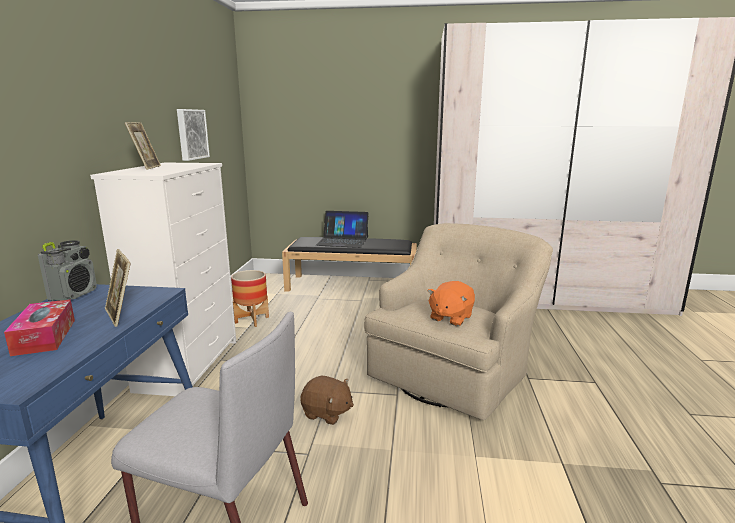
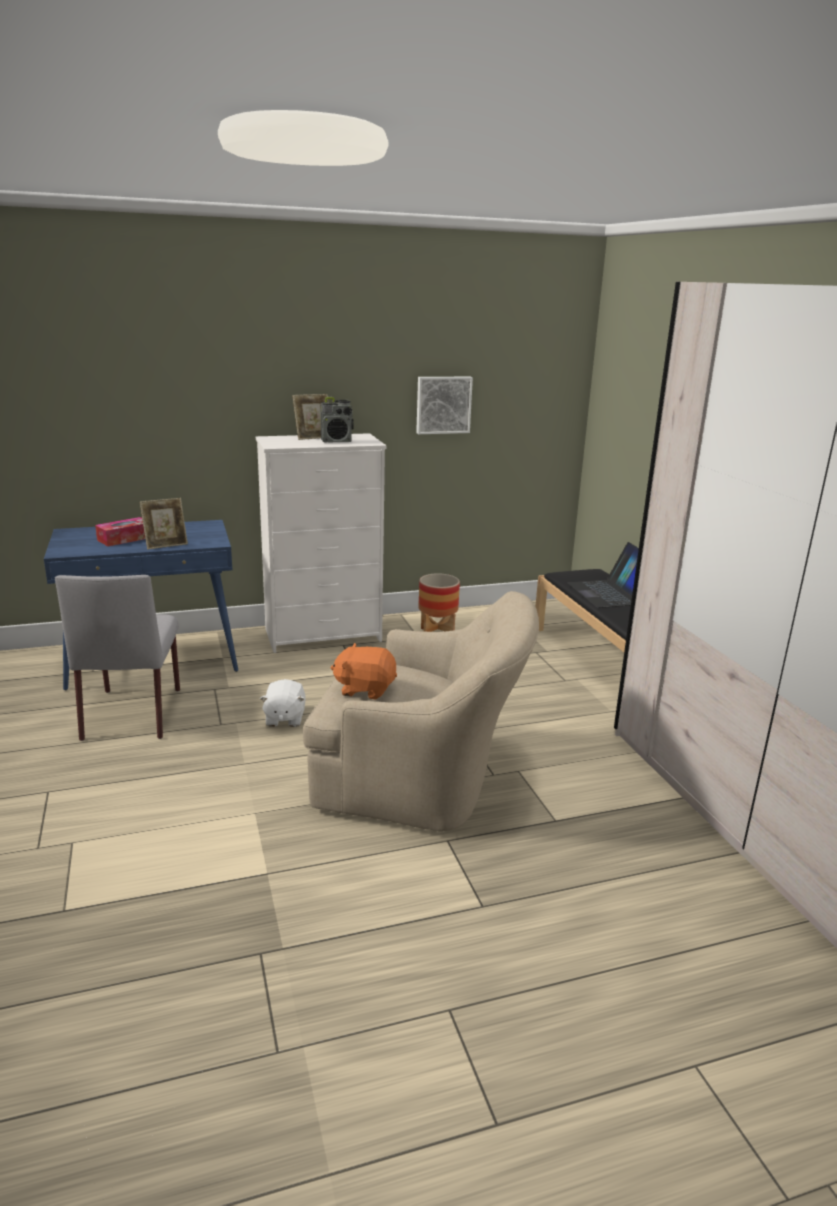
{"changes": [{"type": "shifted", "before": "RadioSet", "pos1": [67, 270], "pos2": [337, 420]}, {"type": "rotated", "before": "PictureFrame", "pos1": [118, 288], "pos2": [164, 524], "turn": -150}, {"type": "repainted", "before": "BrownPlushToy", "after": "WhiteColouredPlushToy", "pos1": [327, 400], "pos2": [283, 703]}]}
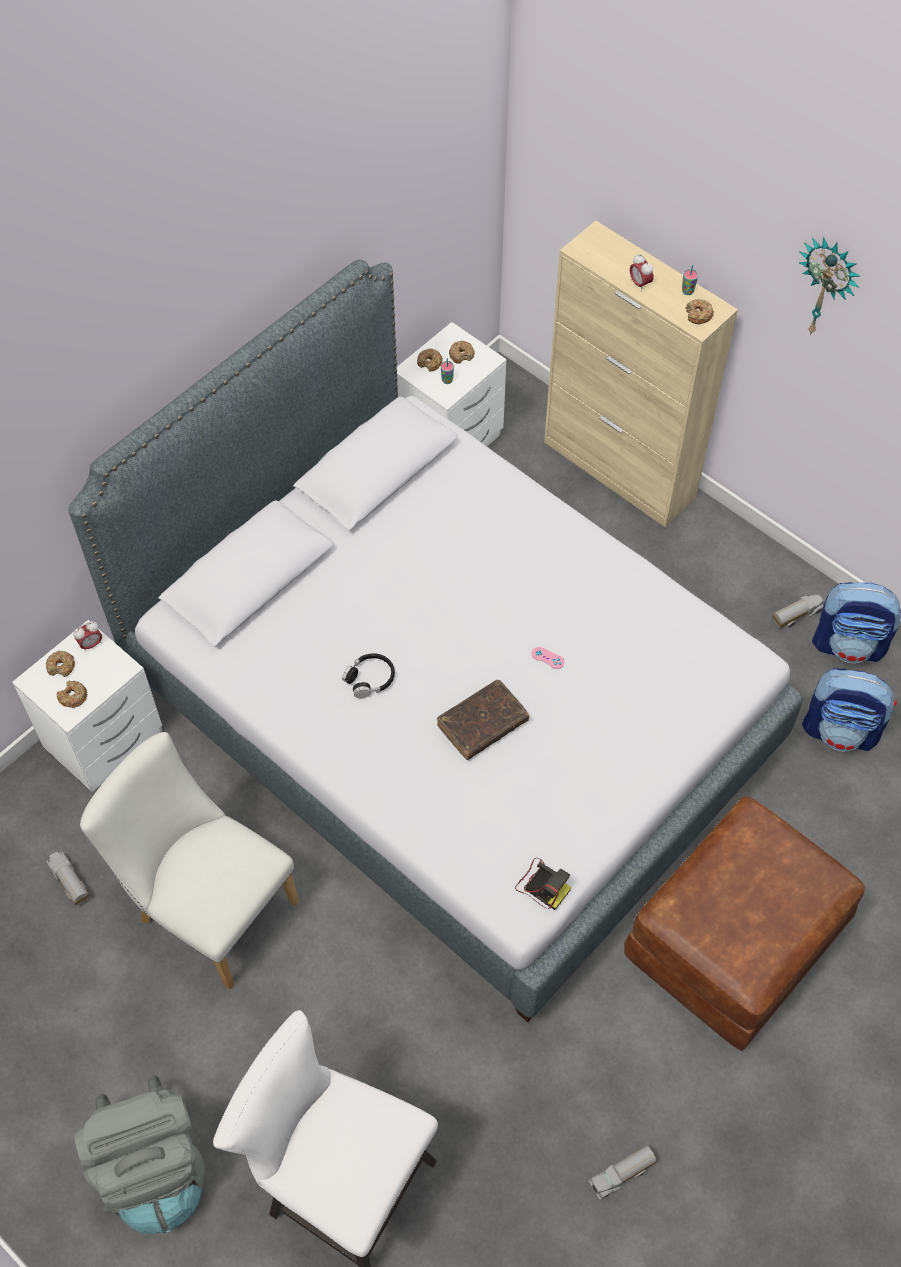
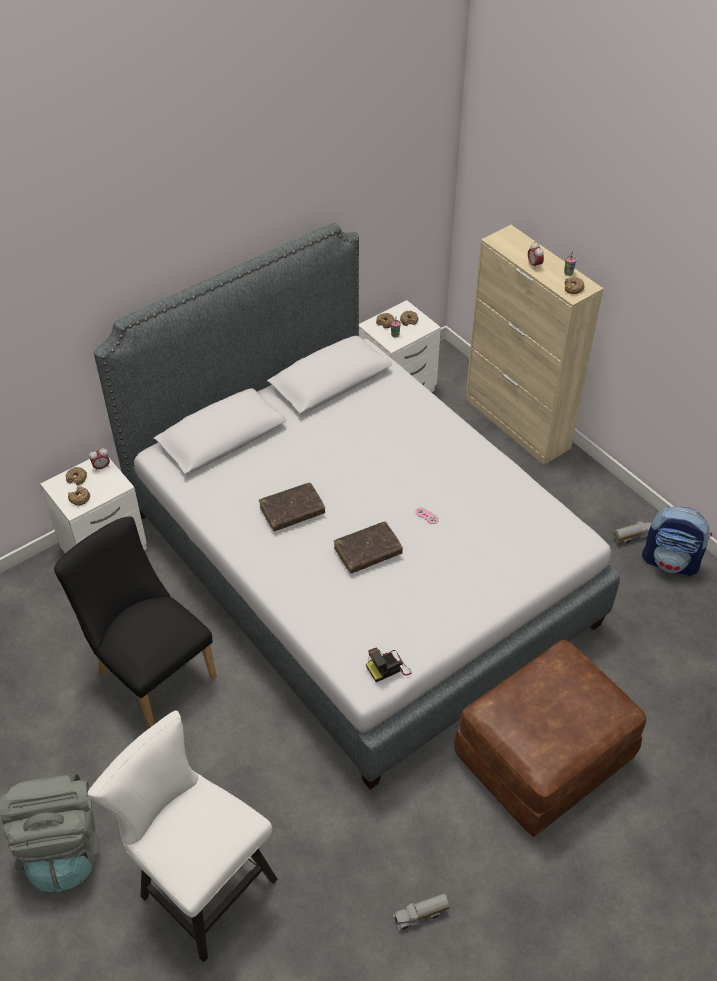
{"changes": [{"type": "gone", "before": "ClockOnTheWall", "pos1": [829, 286]}, {"type": "swapped", "before": "BlackishPairOfHeadphones", "after": "BrownBook", "pos1": [368, 675], "pos2": [292, 507]}, {"type": "gone", "before": "Rucksack", "pos1": [849, 709]}, {"type": "repainted", "before": "WhiteColouredChair", "after": "BlackishChair", "pos1": [189, 861], "pos2": [135, 622]}, {"type": "gone", "before": "ToyTruck", "pos1": [68, 878]}, {"type": "rotated", "before": "StillCamera", "pos1": [543, 884], "pos2": [389, 665], "turn": 105}]}
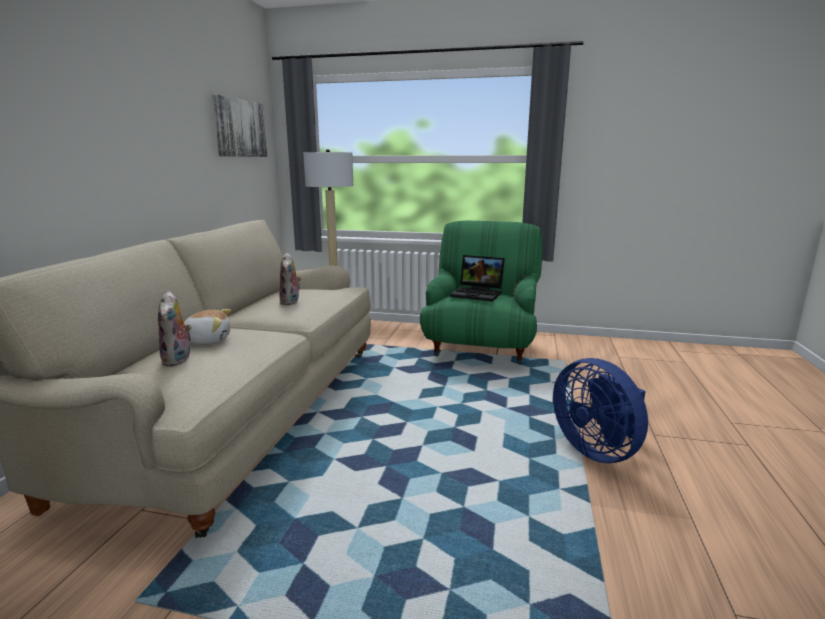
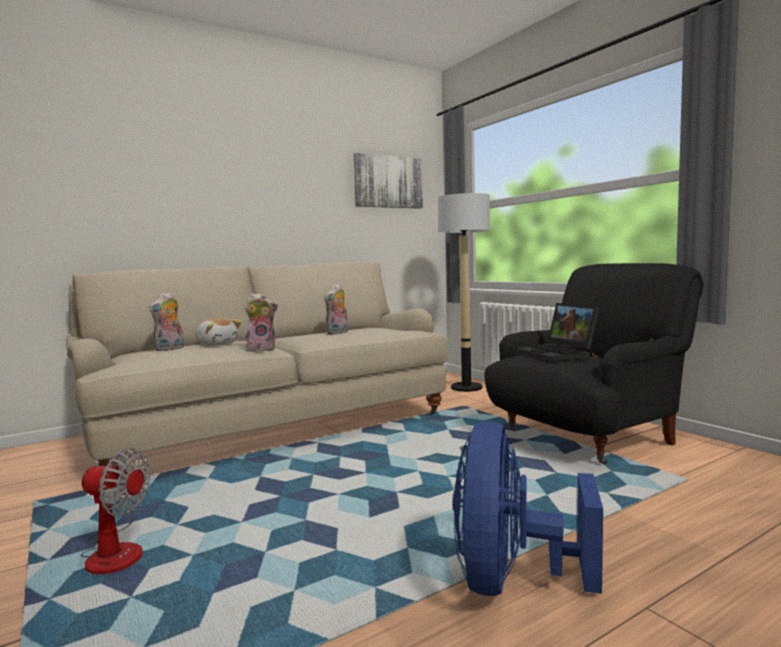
{"changes": [{"type": "repainted", "before": "GreenColouredLoungeChair", "after": "BlackishLoungeChair", "pos1": [481, 293], "pos2": [594, 363]}, {"type": "new", "after": "PlushToy", "pos2": [261, 322]}, {"type": "new", "after": "ElectricFan", "pos2": [115, 511]}]}
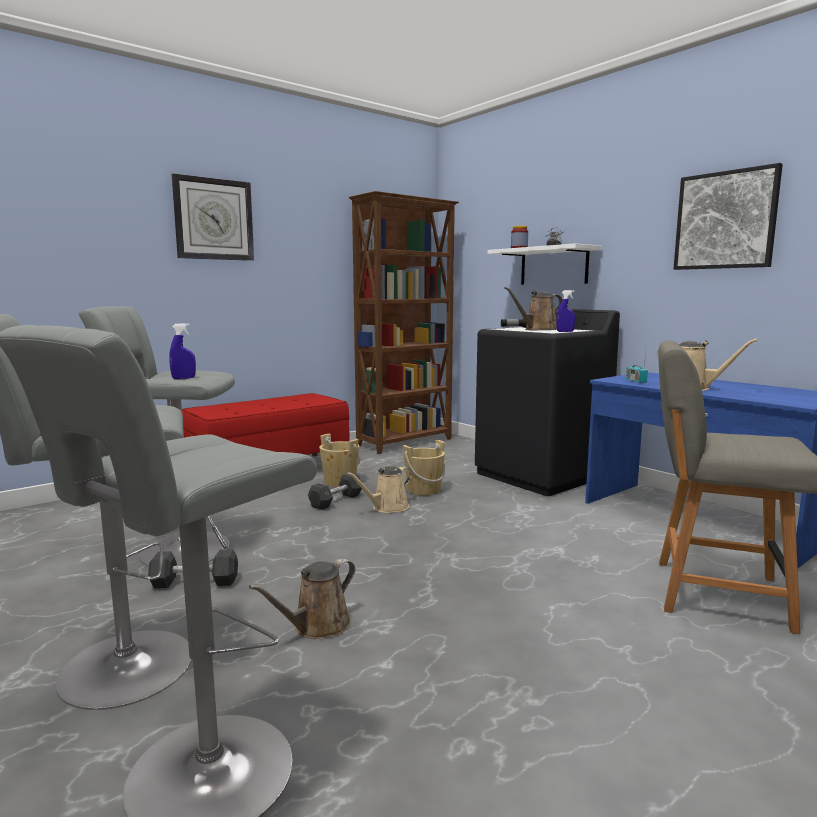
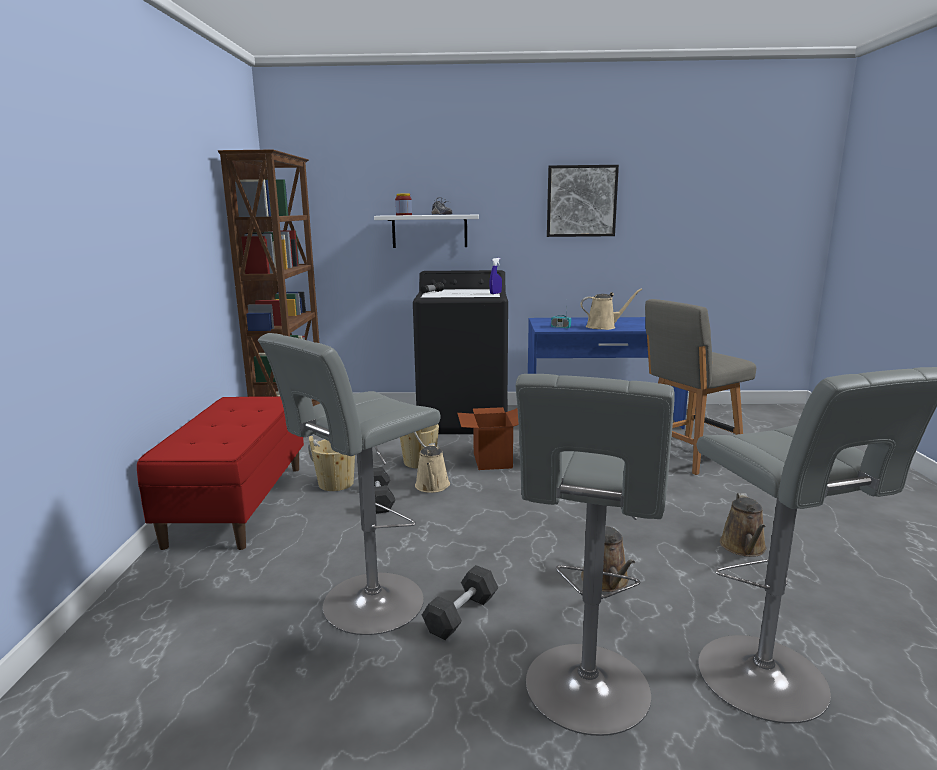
{"changes": [{"type": "gone", "before": "ClockOnTheWall", "pos1": [213, 217]}, {"type": "shifted", "before": "BrownWateringPot", "pos1": [533, 308], "pos2": [743, 525]}, {"type": "gone", "before": "BluishSprayer", "pos1": [182, 351]}, {"type": "new", "after": "CardboardBox", "pos2": [488, 438]}]}
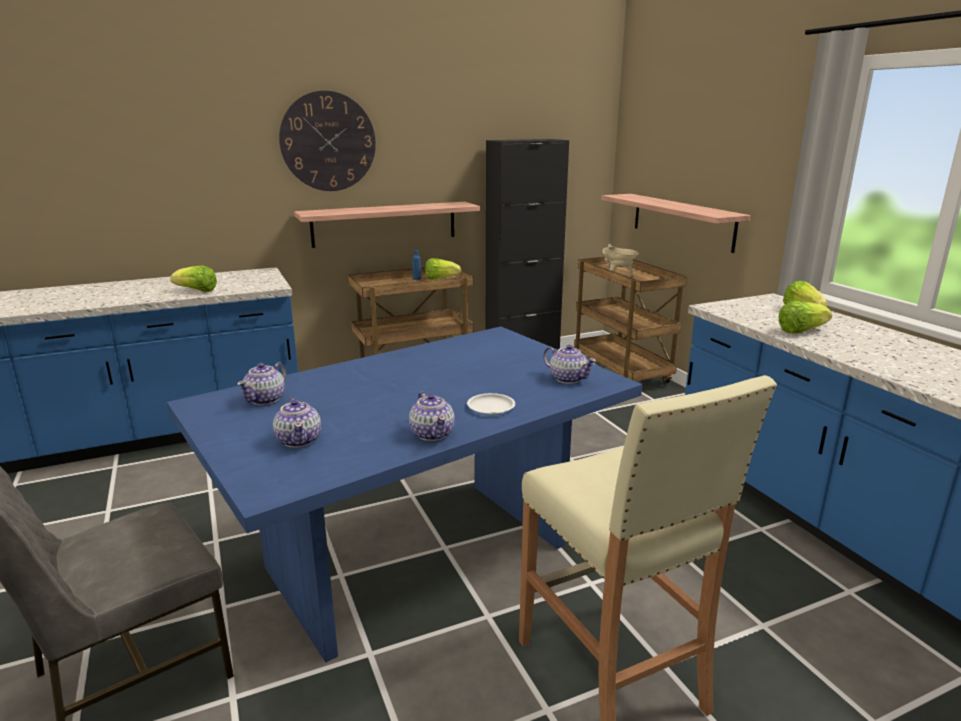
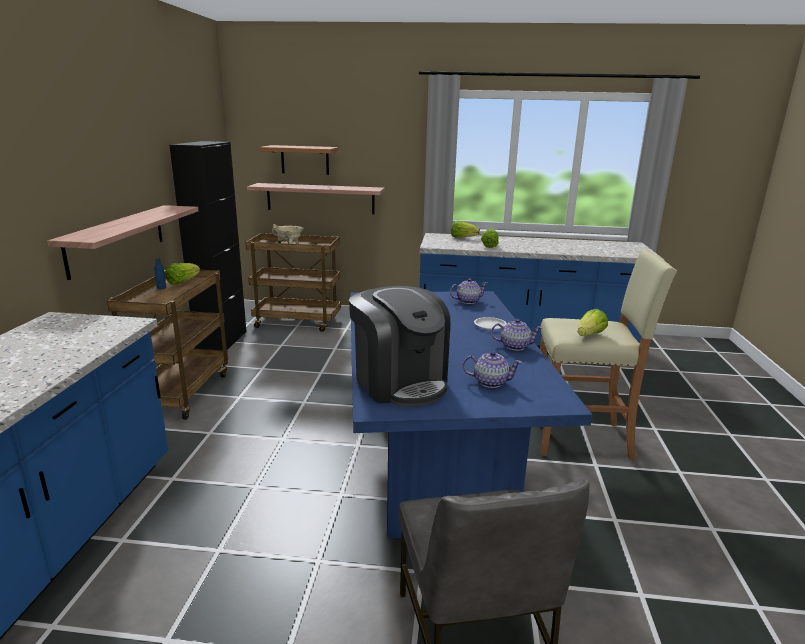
{"changes": [{"type": "gone", "before": "ClockOnTheWall", "pos1": [327, 140]}, {"type": "shifted", "before": "LettuceHead", "pos1": [193, 278], "pos2": [593, 322]}, {"type": "swapped", "before": "PotForTea", "after": "CoffeeMachine", "pos1": [261, 383], "pos2": [400, 346]}, {"type": "new", "after": "BracketShelf", "pos2": [298, 160]}]}
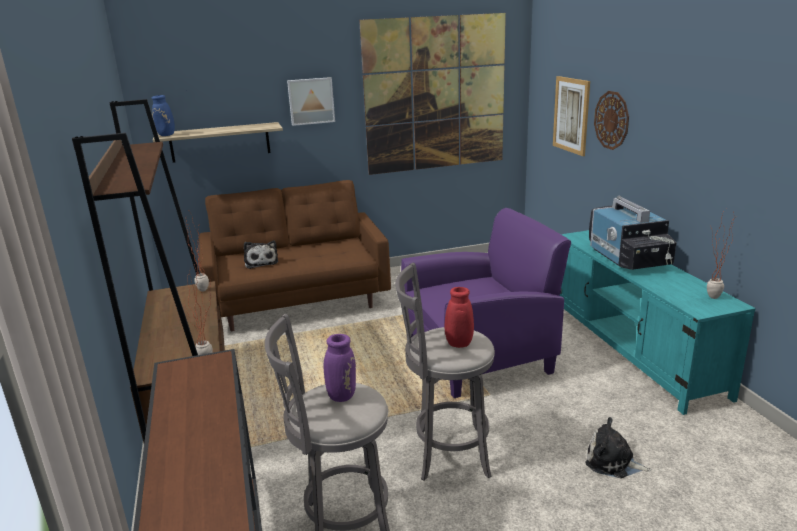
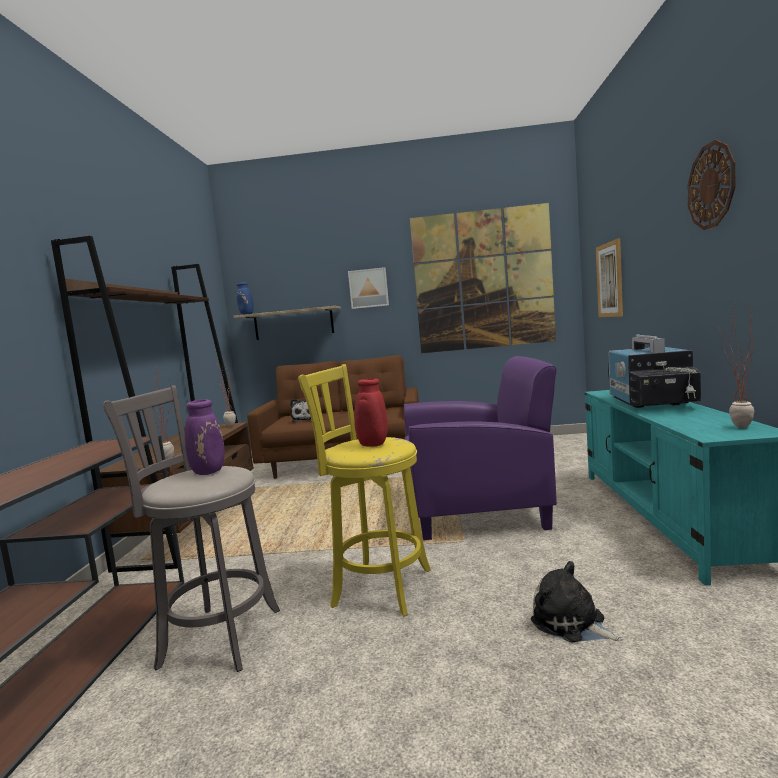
{"changes": [{"type": "shifted", "before": "ClockOnTheWall", "pos1": [611, 120], "pos2": [711, 185]}, {"type": "repainted", "before": "GreyishSittingStool", "after": "YellowishSittingStool", "pos1": [445, 372], "pos2": [364, 490]}]}
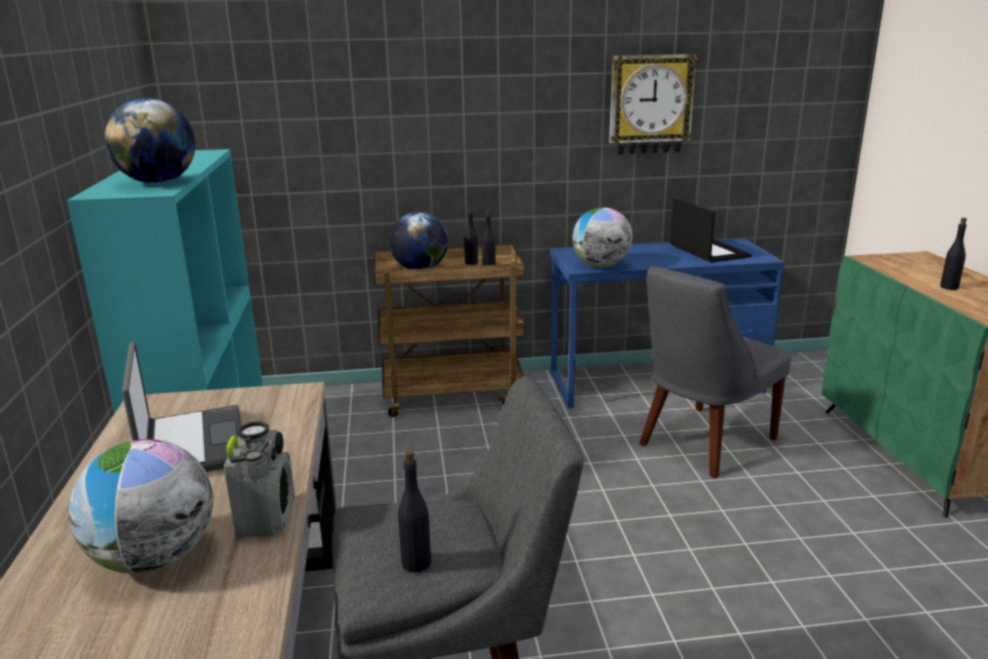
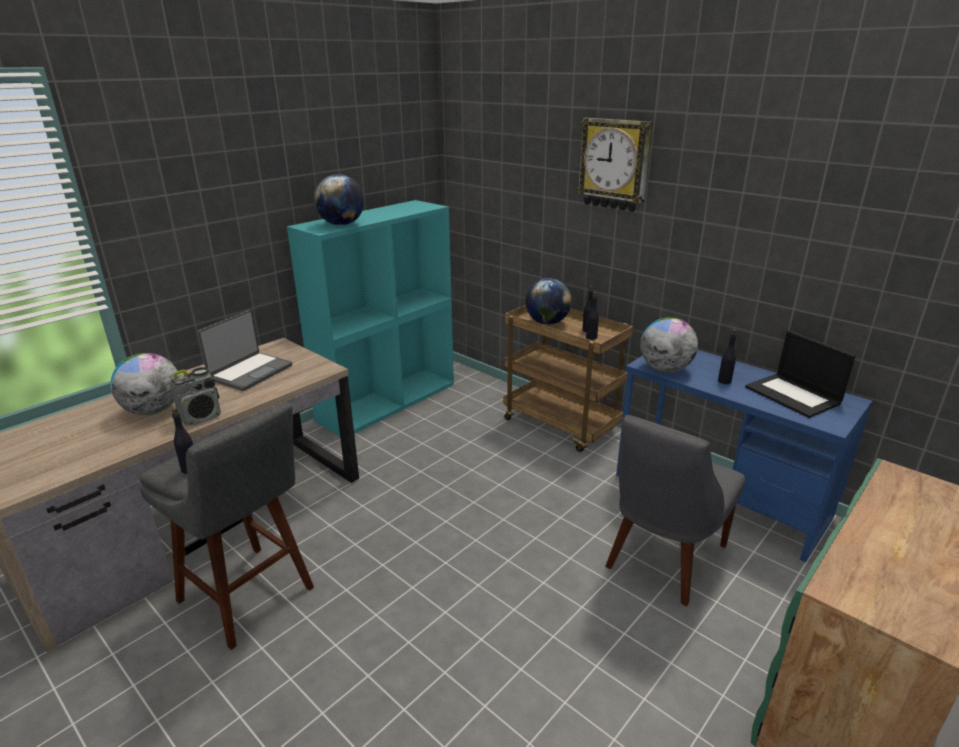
{"changes": [{"type": "shifted", "before": "ClockOnTheWall", "pos1": [653, 104], "pos2": [615, 165]}, {"type": "rotated", "before": "Laptop", "pos1": [711, 230], "pos2": [800, 374], "turn": 120}, {"type": "shifted", "before": "BlackishBeverageBottle", "pos1": [953, 254], "pos2": [727, 356]}, {"type": "rotated", "before": "GreyishChair", "pos1": [715, 372], "pos2": [675, 510], "turn": -60}]}
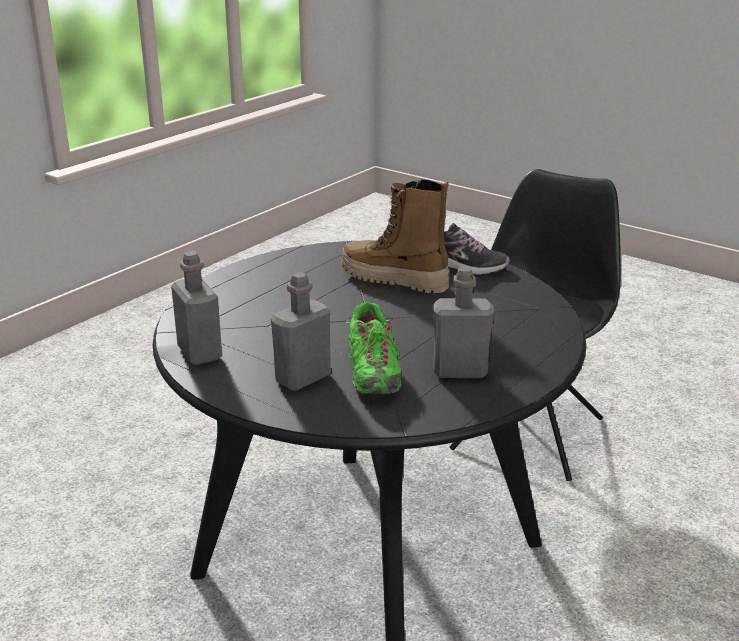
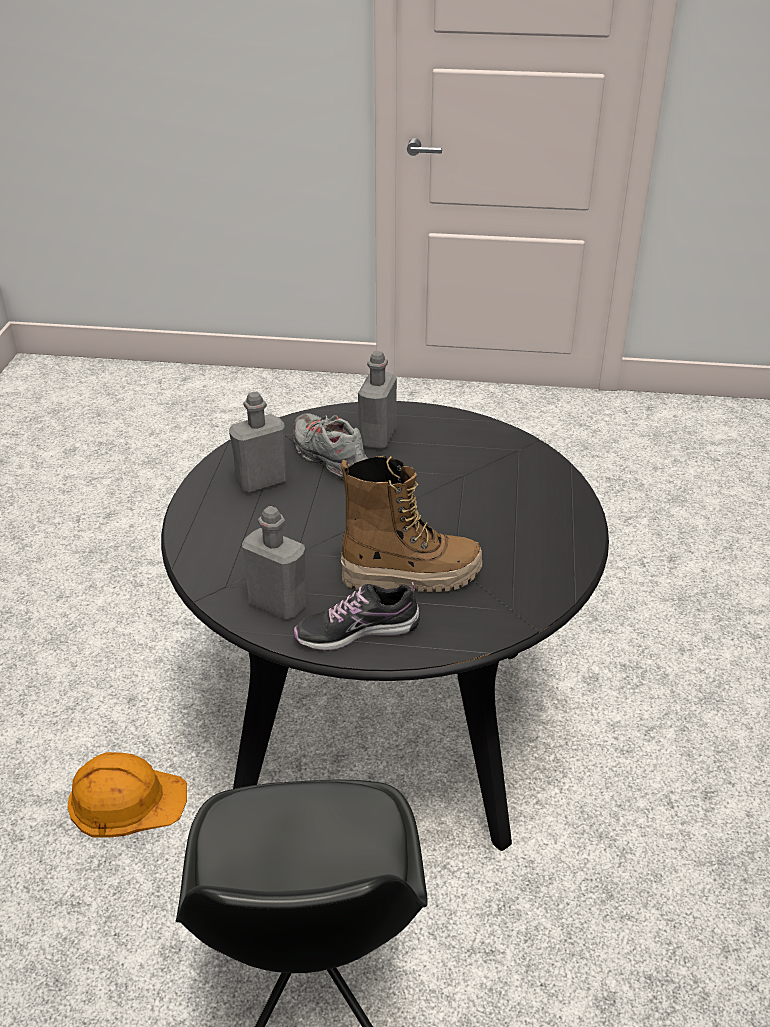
{"changes": [{"type": "shifted", "before": "GreyishBeverageBottle", "pos1": [196, 308], "pos2": [274, 563]}, {"type": "repainted", "before": "GreenColouredLowShoe", "after": "GreyishLowShoe", "pos1": [374, 348], "pos2": [330, 446]}, {"type": "new", "after": "OrangeySafetyHelmet", "pos2": [127, 794]}]}
